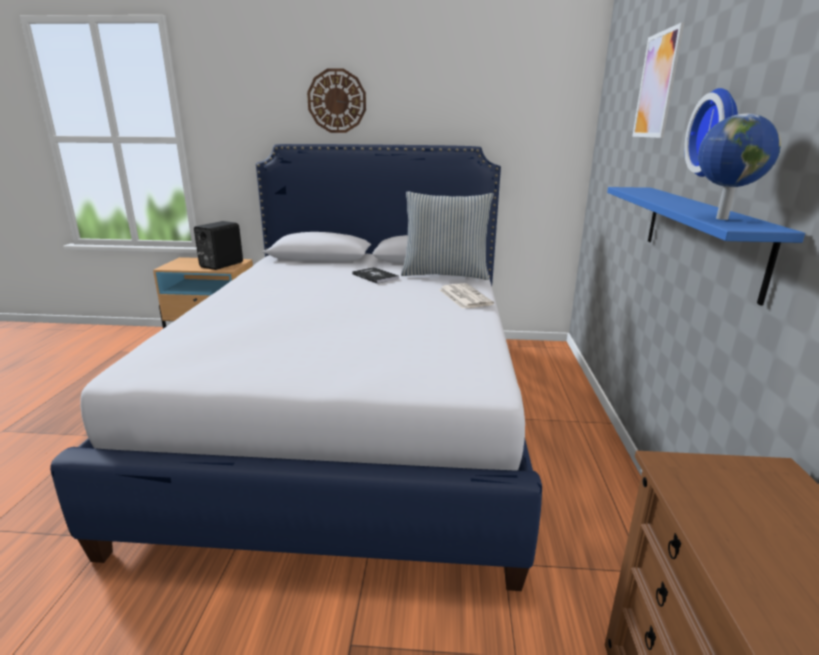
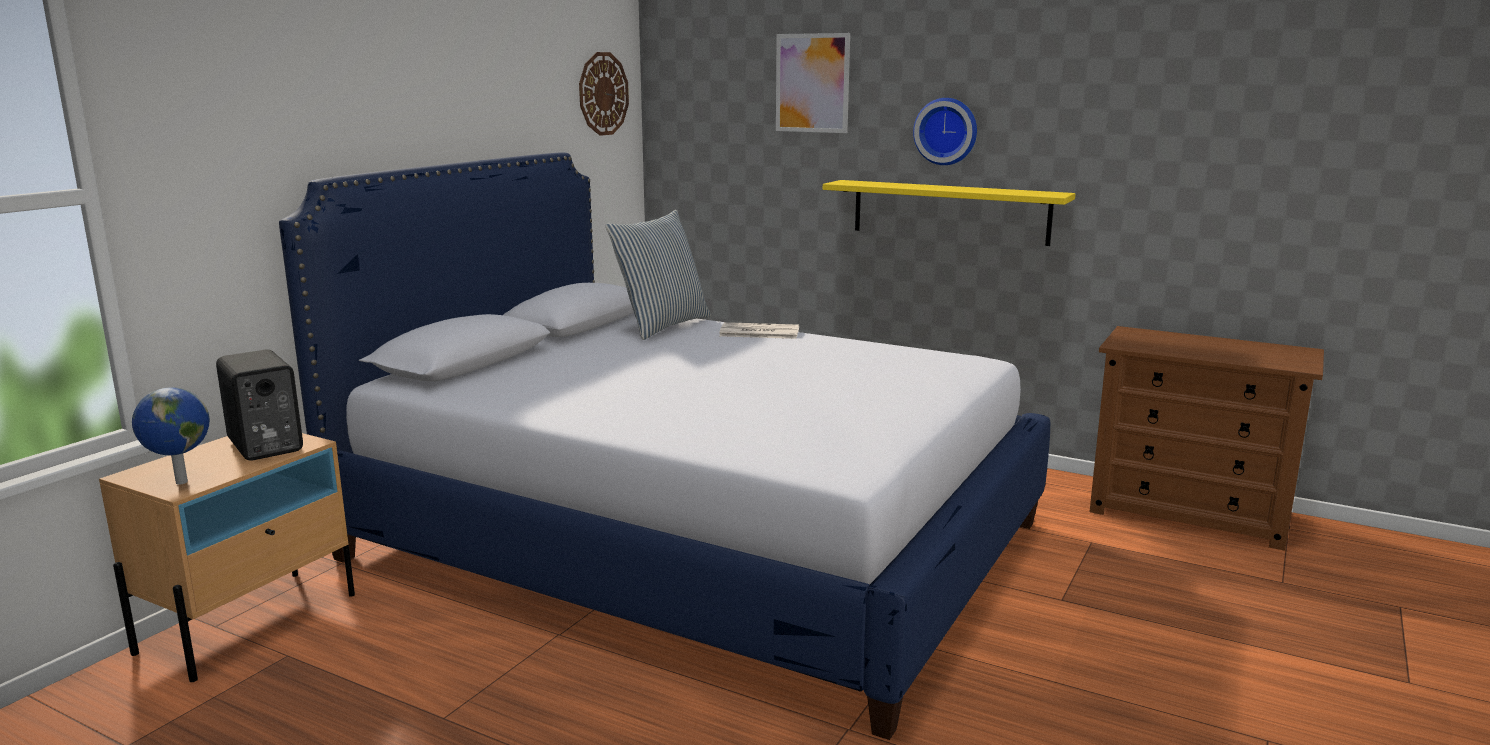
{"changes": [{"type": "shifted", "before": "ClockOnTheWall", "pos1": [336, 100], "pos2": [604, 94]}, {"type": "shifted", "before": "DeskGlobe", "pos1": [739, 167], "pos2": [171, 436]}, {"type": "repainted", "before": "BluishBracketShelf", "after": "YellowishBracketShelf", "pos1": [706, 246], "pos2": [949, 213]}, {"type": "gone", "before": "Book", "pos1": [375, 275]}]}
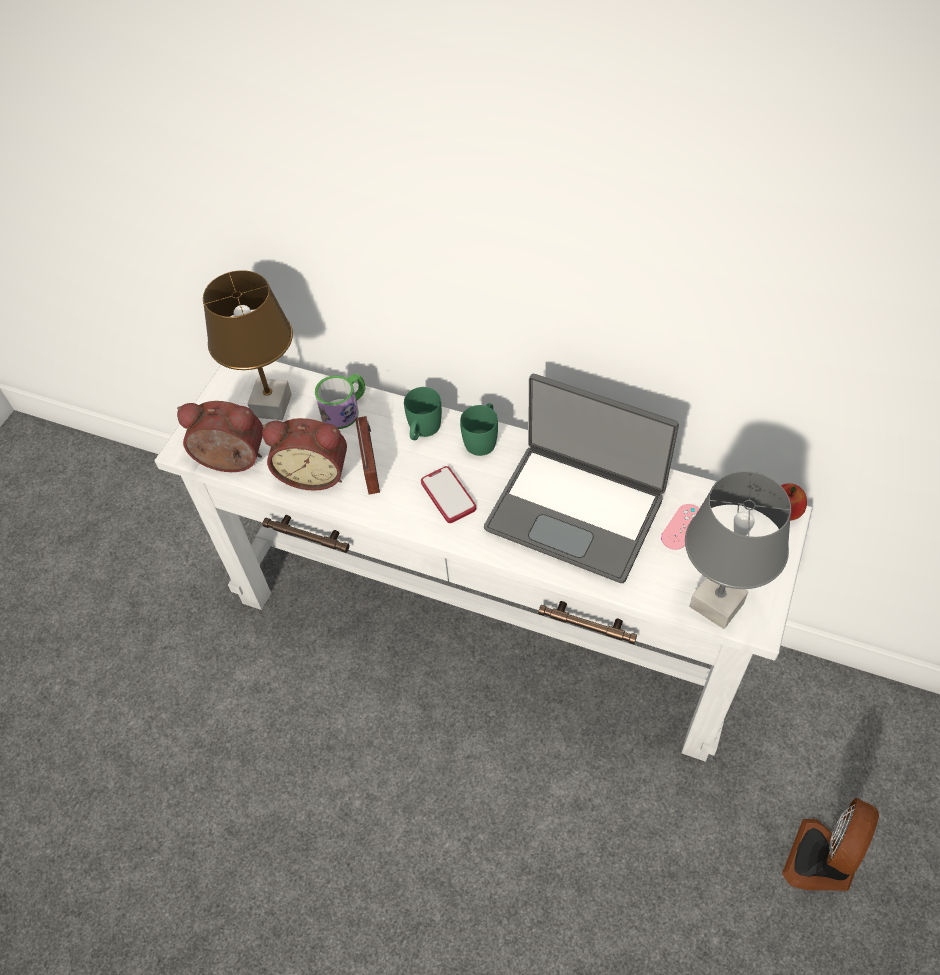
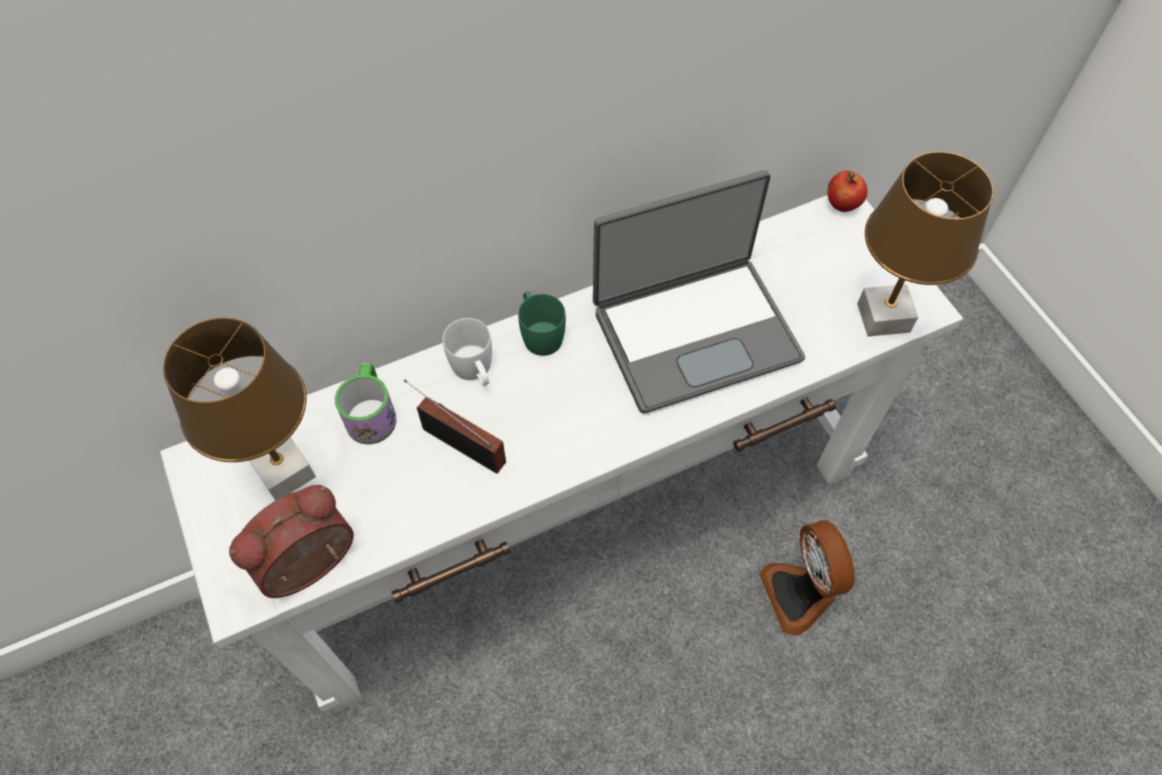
{"changes": [{"type": "repainted", "before": "GreenColouredTeaMug", "after": "WhiteColouredTeaMug", "pos1": [423, 413], "pos2": [467, 352]}, {"type": "gone", "before": "TableClock", "pos1": [304, 454]}, {"type": "gone", "before": "Phone", "pos1": [448, 494]}, {"type": "repainted", "before": "GreyishTabletopLamp", "after": "BrownTabletopLamp", "pos1": [738, 550], "pos2": [925, 244]}, {"type": "gone", "before": "PinkishJoypad", "pos1": [680, 527]}, {"type": "shifted", "before": "ElectricFan", "pos1": [830, 844], "pos2": [807, 578]}]}
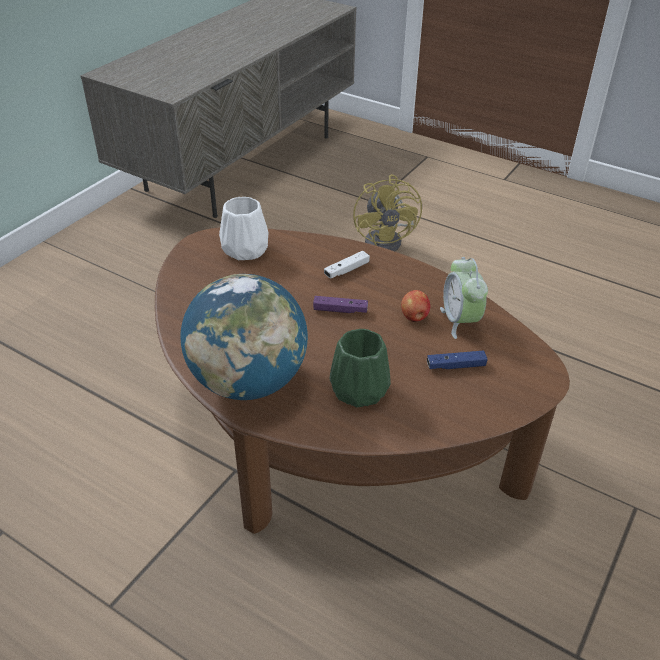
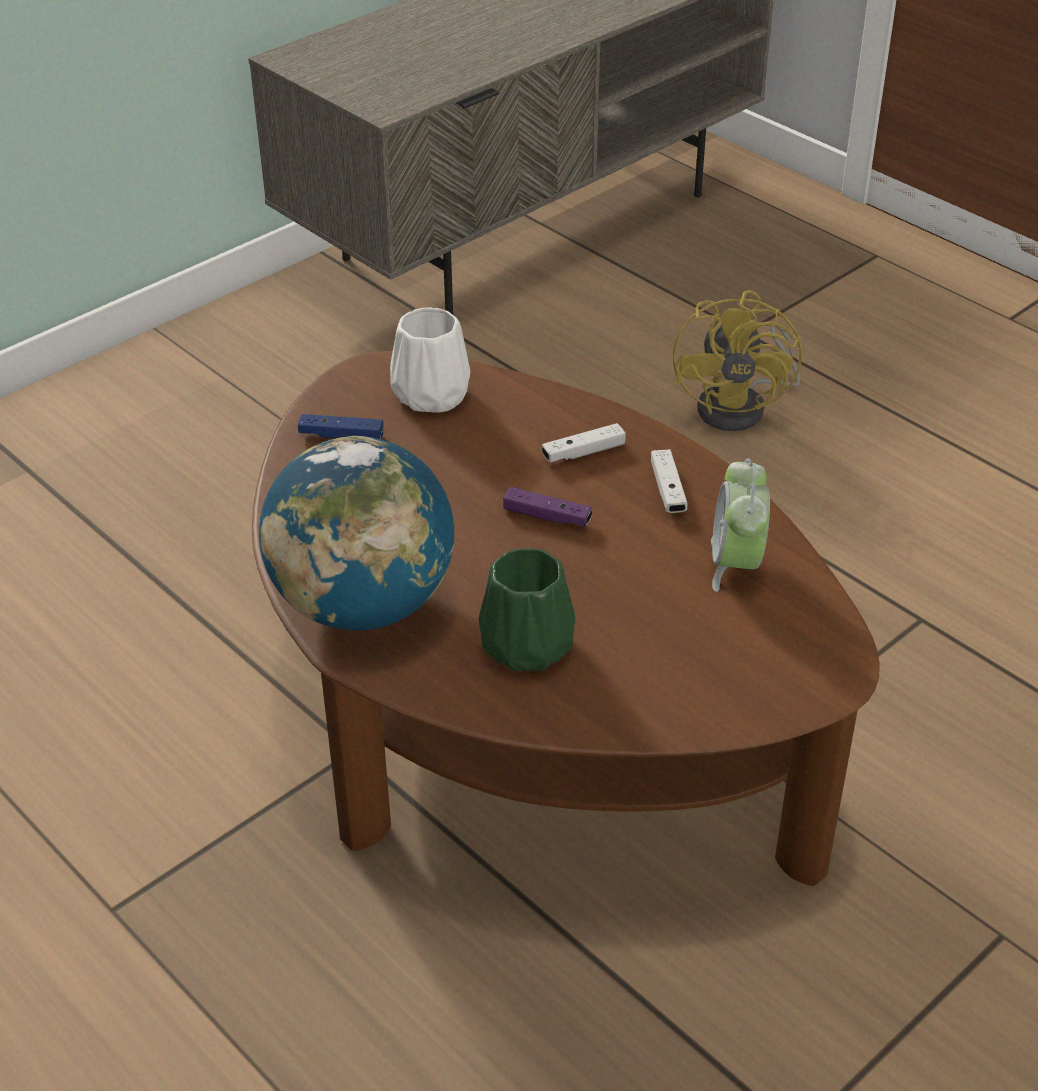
{"changes": [{"type": "gone", "before": "Apple", "pos1": [415, 306]}, {"type": "shifted", "before": "BluishJoypad", "pos1": [457, 359], "pos2": [340, 426]}, {"type": "new", "after": "WhiteColouredJoypad", "pos2": [669, 481]}]}
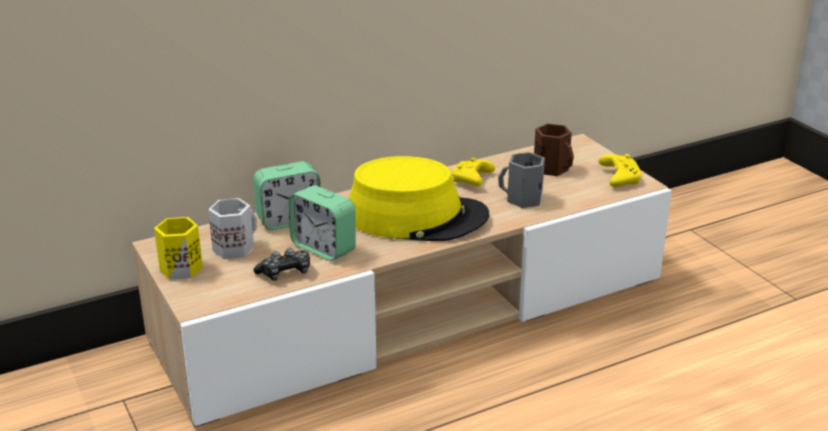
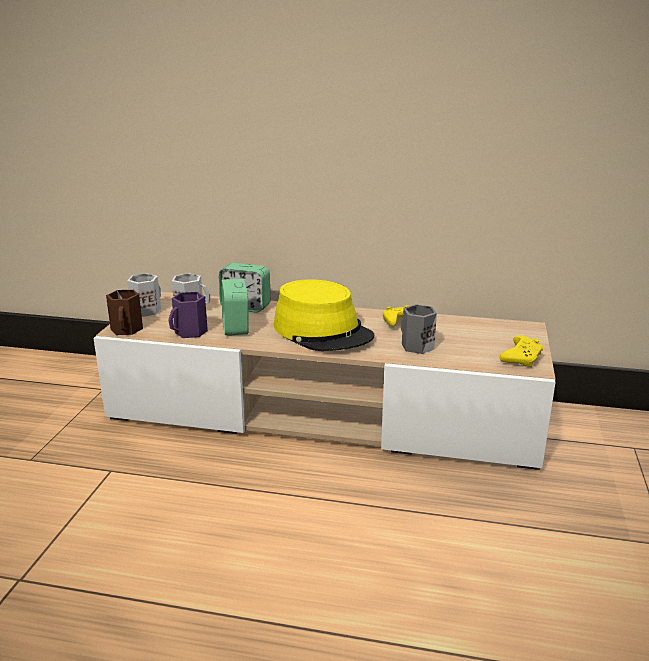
{"changes": [{"type": "shifted", "before": "BrownTeaMug", "pos1": [554, 149], "pos2": [124, 312]}, {"type": "repainted", "before": "YellowishTeaMug", "after": "WhiteColouredTeaMug", "pos1": [178, 248], "pos2": [144, 295]}, {"type": "swapped", "before": "Joypad", "after": "PurplishTeaMug", "pos1": [282, 264], "pos2": [188, 315]}]}
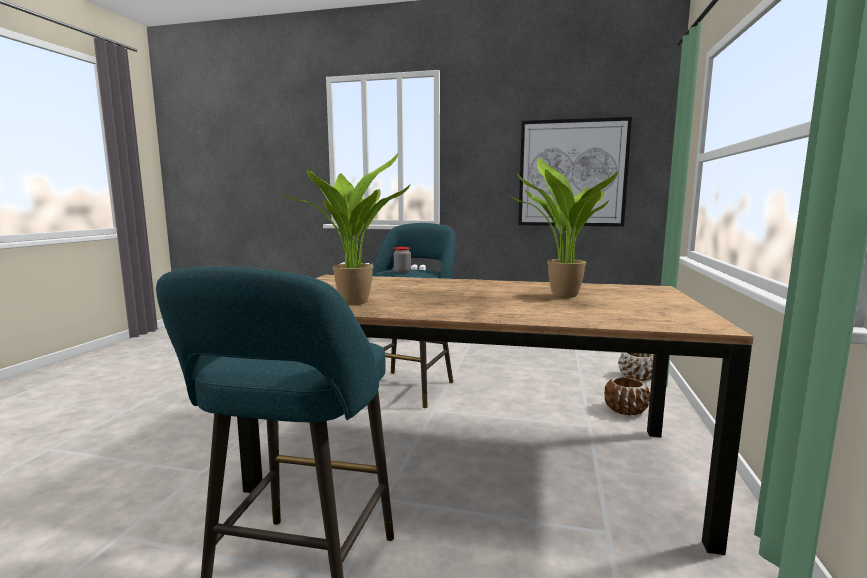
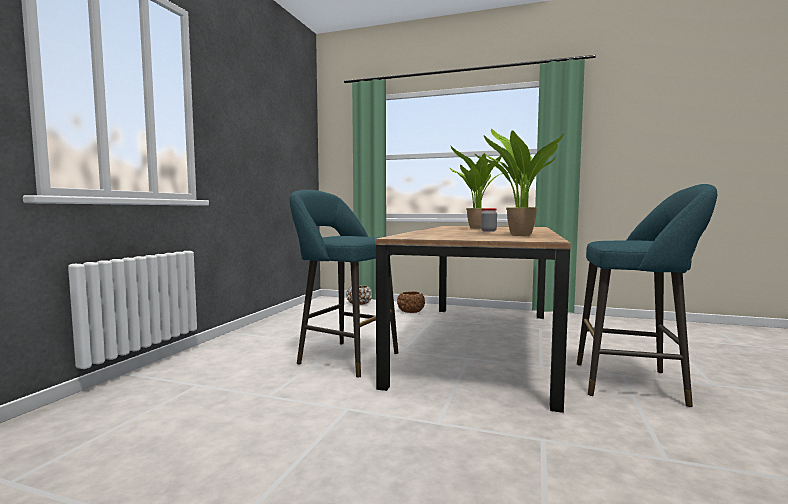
{"changes": [{"type": "gone", "before": "WallArt", "pos1": [575, 171]}, {"type": "shifted", "before": "PreserveJar", "pos1": [402, 260], "pos2": [489, 220]}]}
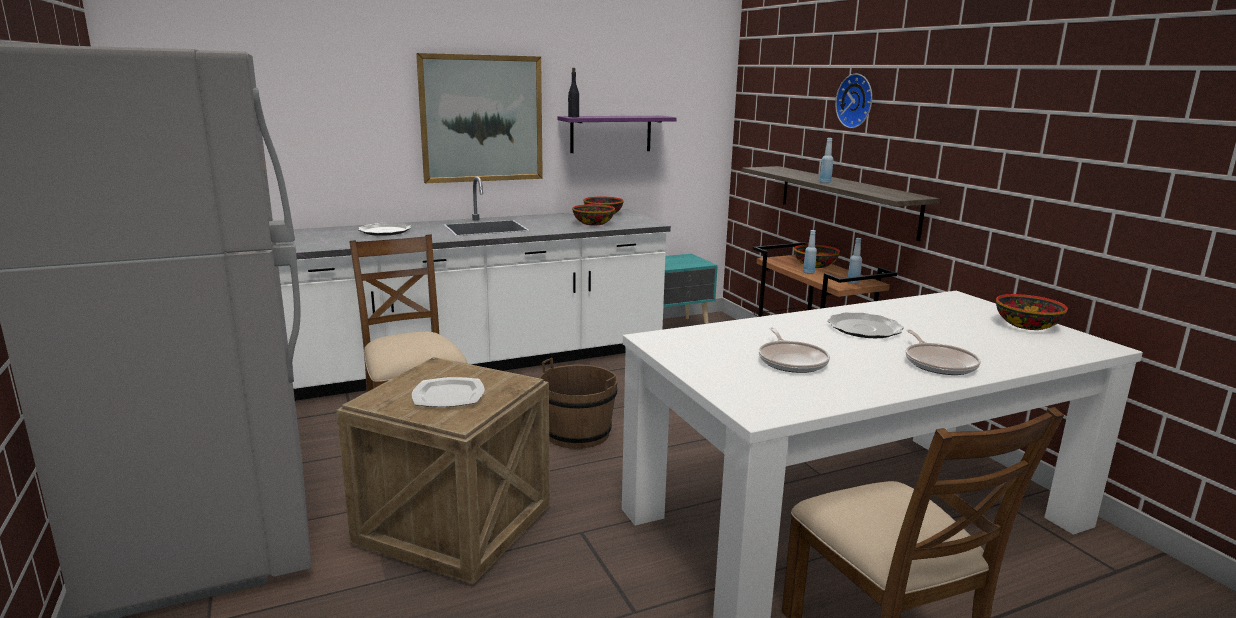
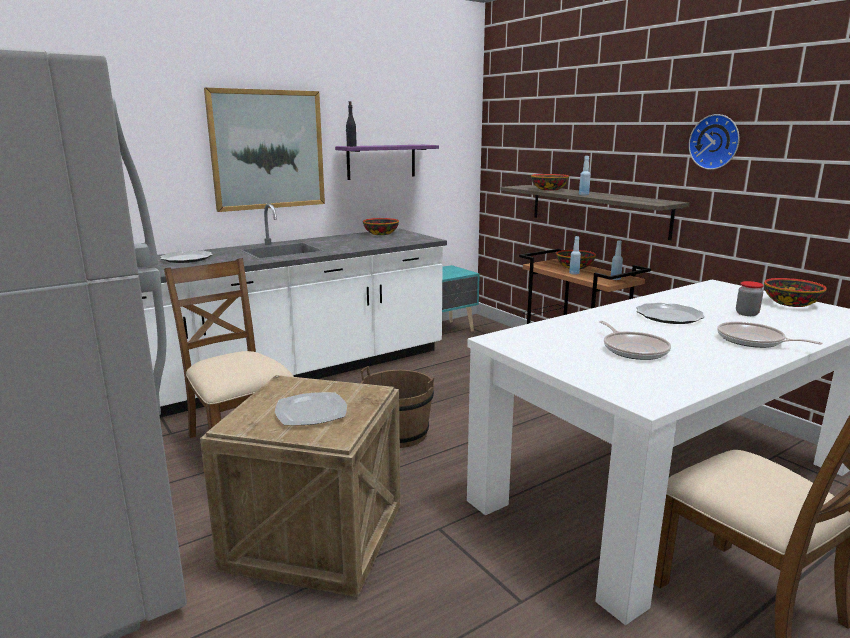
{"changes": [{"type": "shifted", "before": "ClockOnTheWall", "pos1": [853, 101], "pos2": [714, 142]}, {"type": "shifted", "before": "Bowl", "pos1": [593, 214], "pos2": [550, 182]}, {"type": "rotated", "before": "Skillet", "pos1": [943, 352], "pos2": [770, 335], "turn": 150}, {"type": "new", "after": "PreserveJar", "pos2": [750, 298]}]}
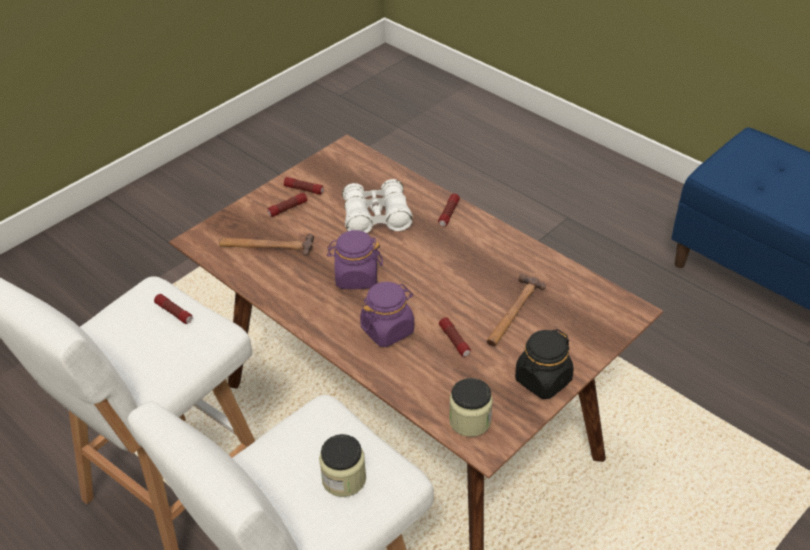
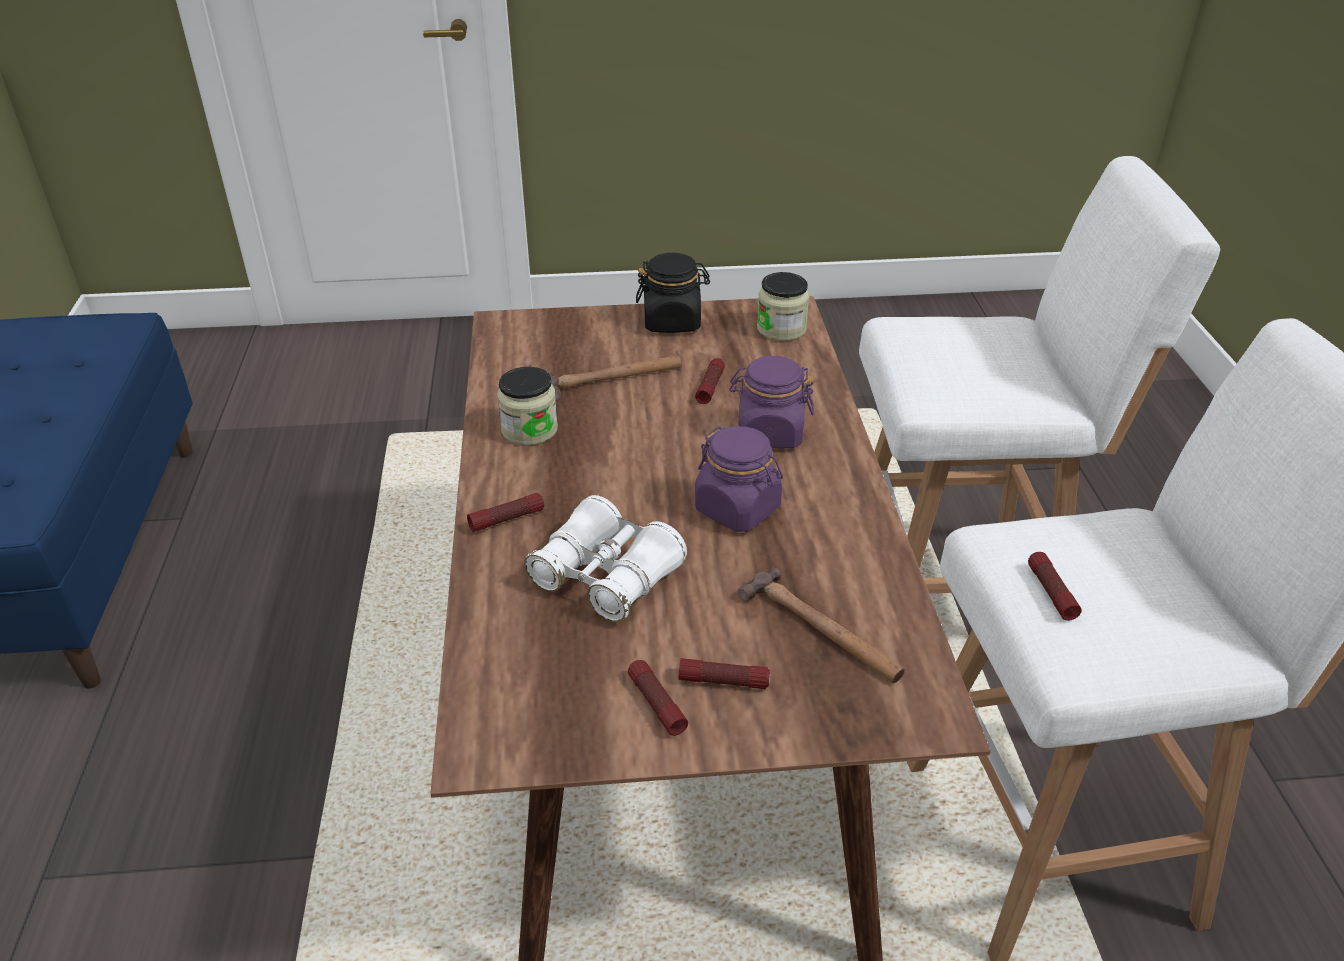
{"changes": [{"type": "shifted", "before": "PreserveJar", "pos1": [342, 465], "pos2": [527, 406]}]}
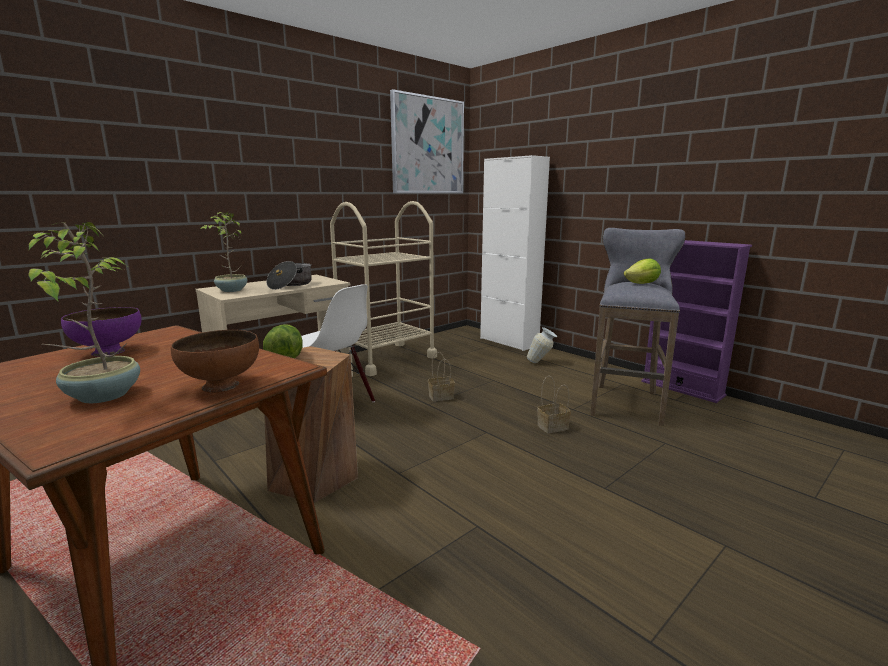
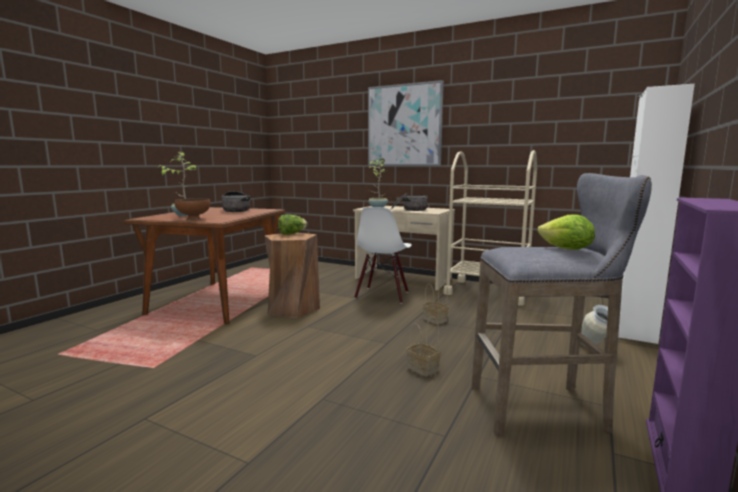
{"changes": [{"type": "shifted", "before": "WallArt", "pos1": [427, 141], "pos2": [406, 123]}, {"type": "swapped", "before": "PurplishBowl", "after": "CookingPot", "pos1": [101, 331], "pos2": [235, 201]}]}
